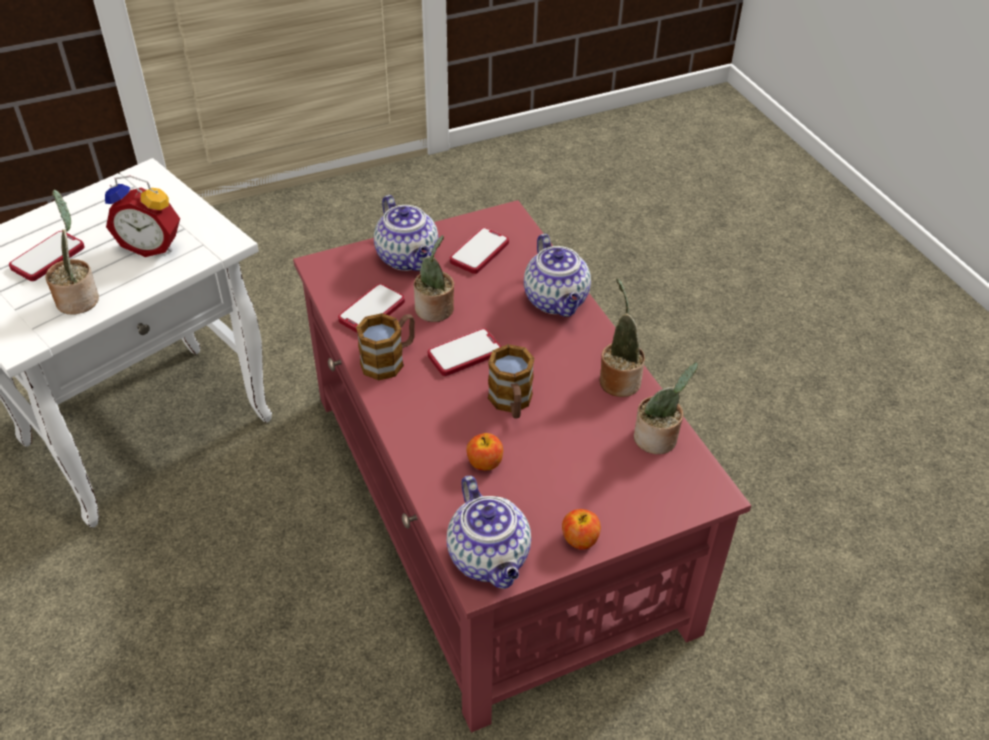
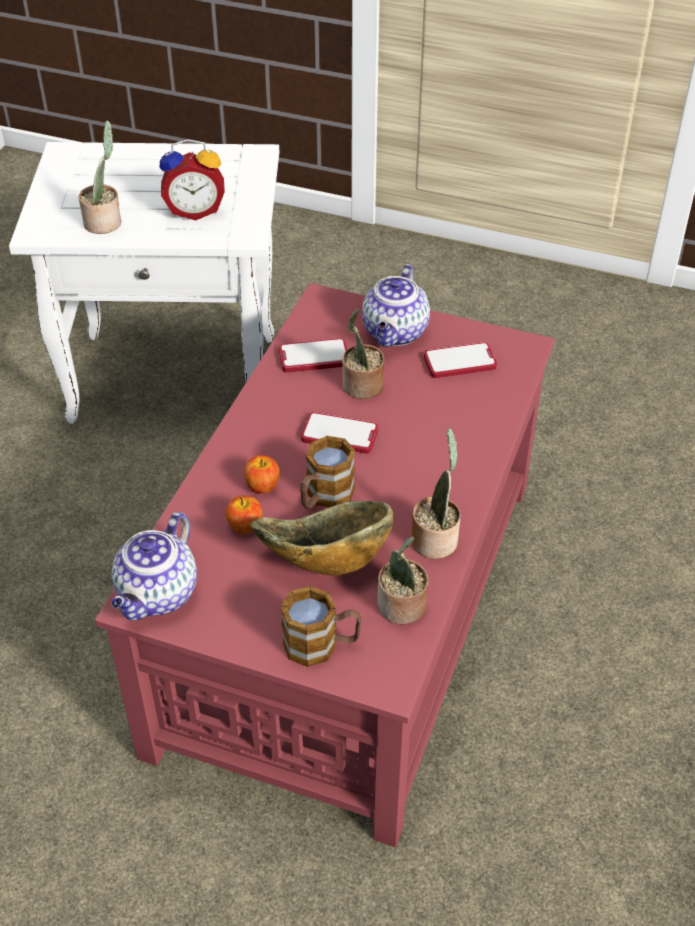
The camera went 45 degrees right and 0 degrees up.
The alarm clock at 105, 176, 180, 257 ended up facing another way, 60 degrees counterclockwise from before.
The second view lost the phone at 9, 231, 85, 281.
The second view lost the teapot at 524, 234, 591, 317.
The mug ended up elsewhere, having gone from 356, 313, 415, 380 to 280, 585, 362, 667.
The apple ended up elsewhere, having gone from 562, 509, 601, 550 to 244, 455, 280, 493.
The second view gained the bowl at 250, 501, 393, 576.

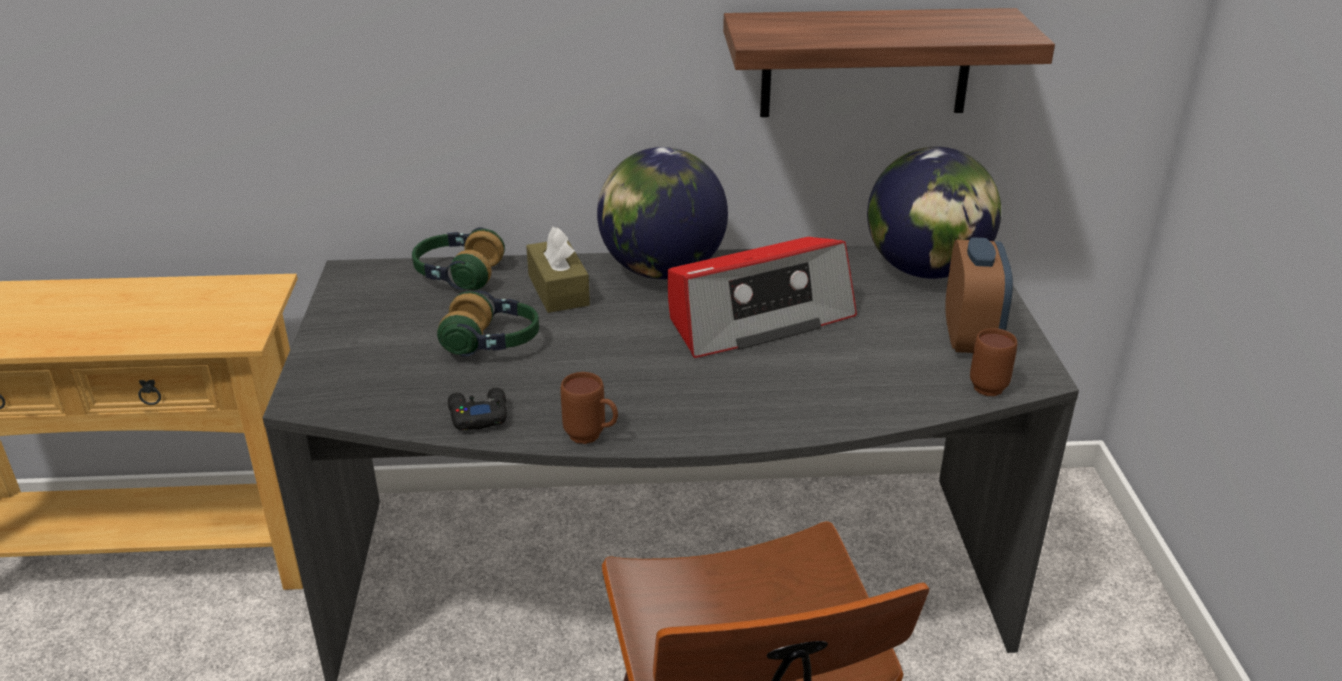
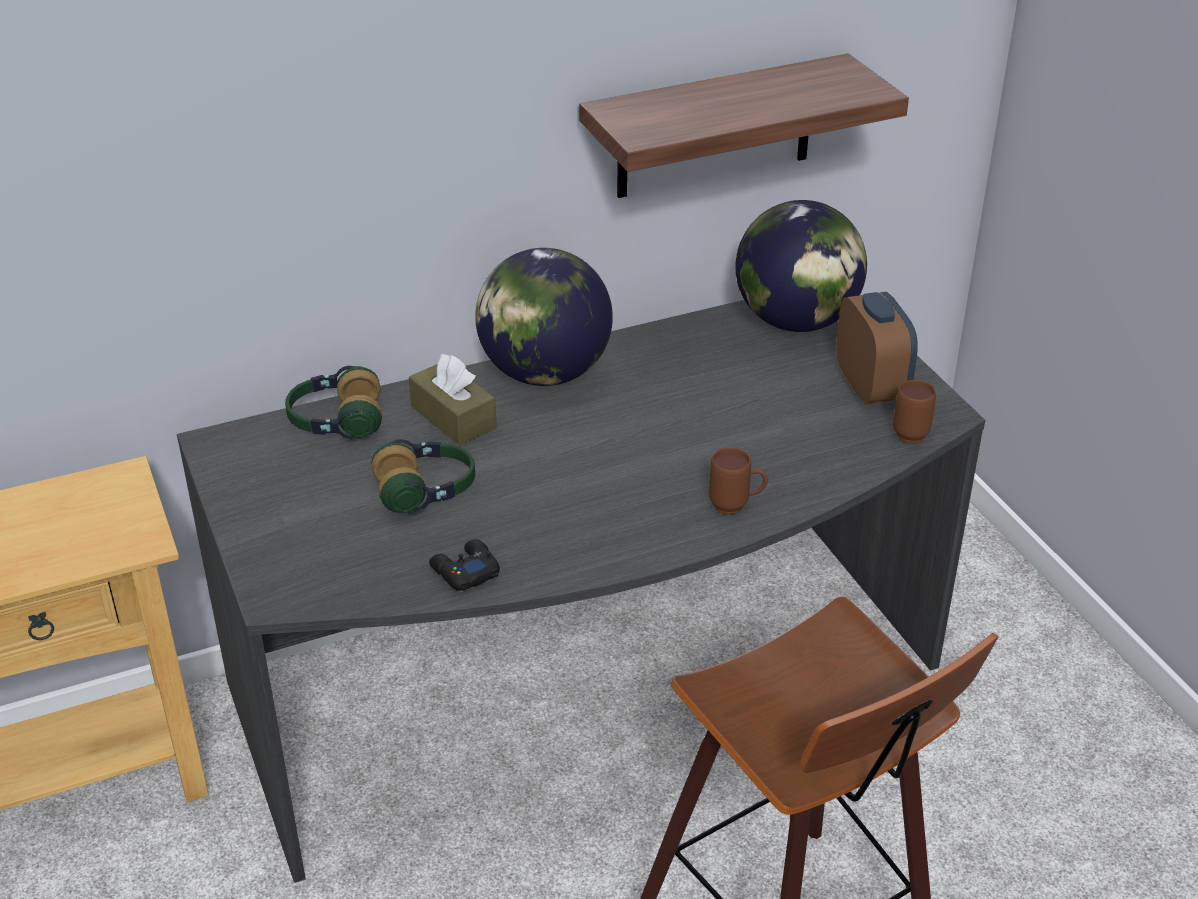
The camera went 20 degrees left and 5 degrees up.
The second view lost the radio at 668, 237, 857, 358.
The brown mug ended up elsewhere, having gone from 560, 372, 618, 444 to 709, 448, 768, 515.

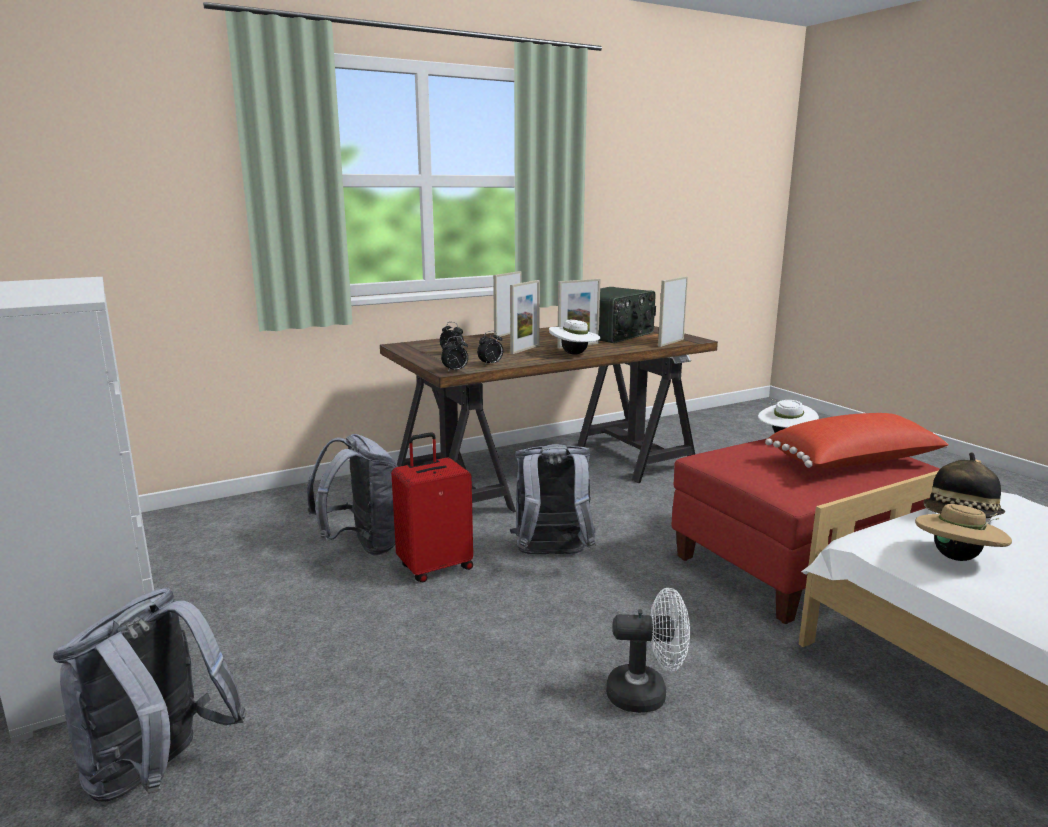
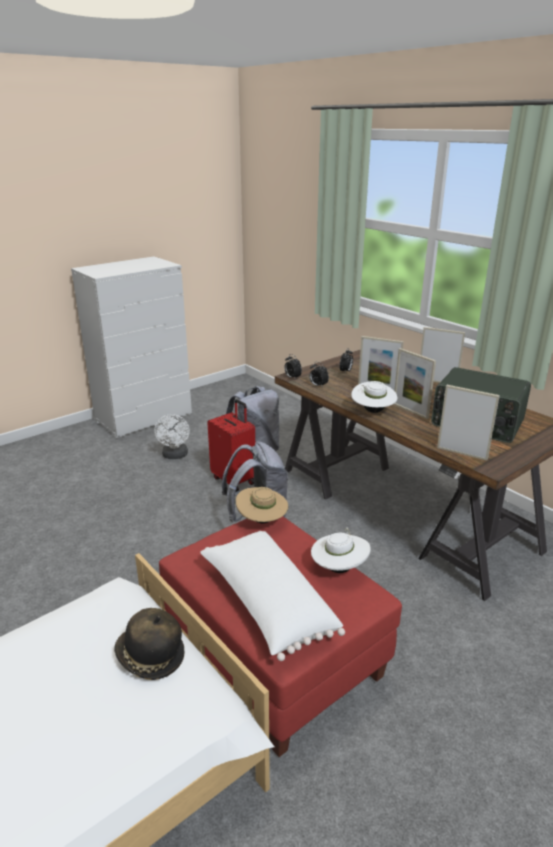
The camera went 80 degrees right and 10 degrees up.
What was the red pillow at 765, 413, 948, 468 turned into the white pillow at 200, 531, 345, 661.
The beige hat ended up elsewhere, having gone from 915, 504, 1012, 561 to 236, 487, 288, 524.
The second view lost the grey backpack at 53, 587, 247, 802.
The white fan ended up elsewhere, having gone from 606, 588, 690, 713 to 154, 414, 190, 459.

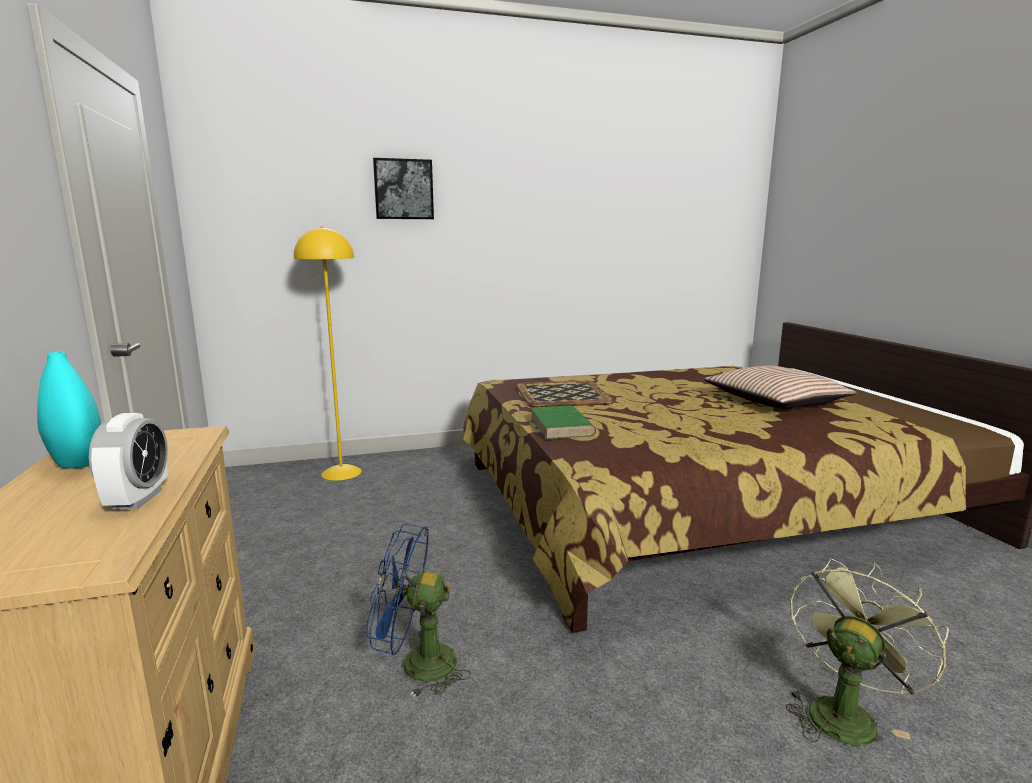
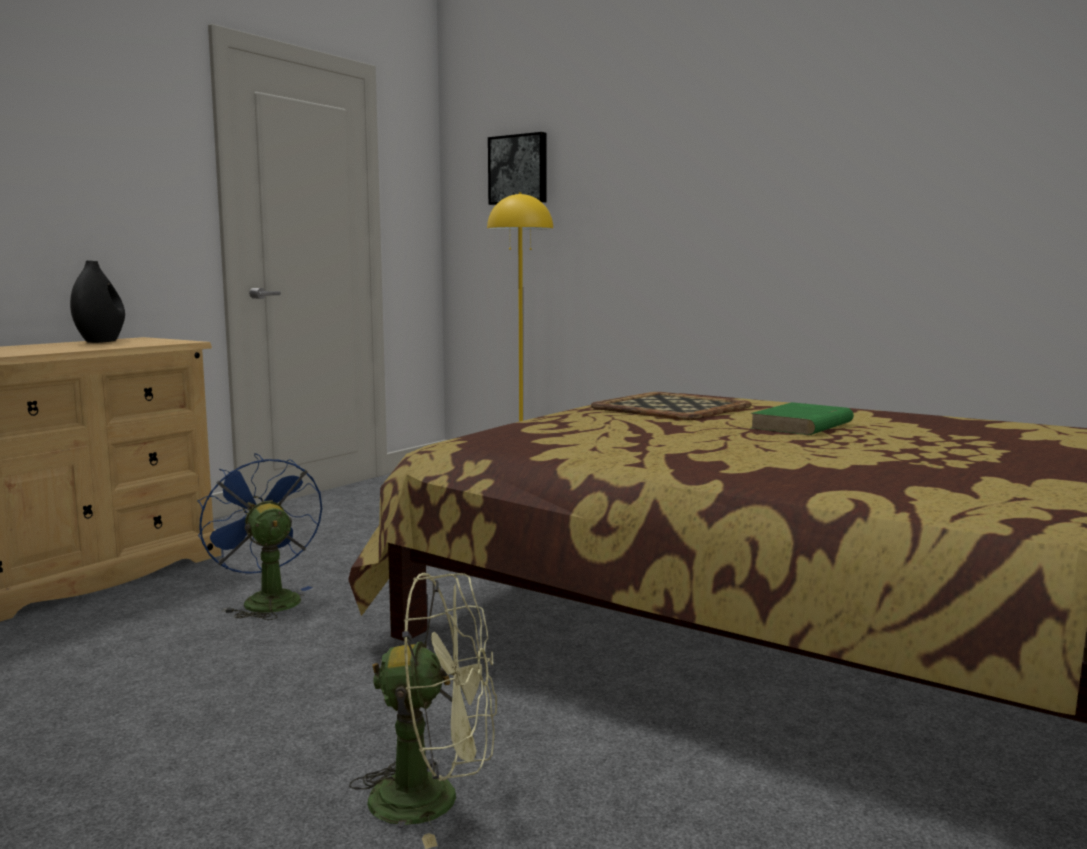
The camera went 50 degrees right and 5 degrees down.
The picture ended up elsewhere, having gone from 373, 158, 434, 219 to 488, 132, 547, 205.
What was the turquoise vase at 37, 352, 101, 469 turned into the black vase at 70, 260, 125, 343.
The second view lost the pillow at 704, 365, 857, 409.
The green book ended up elsewhere, having gone from 530, 405, 596, 439 to 750, 402, 854, 435.
The second view lost the alarm clock at 89, 413, 168, 510.

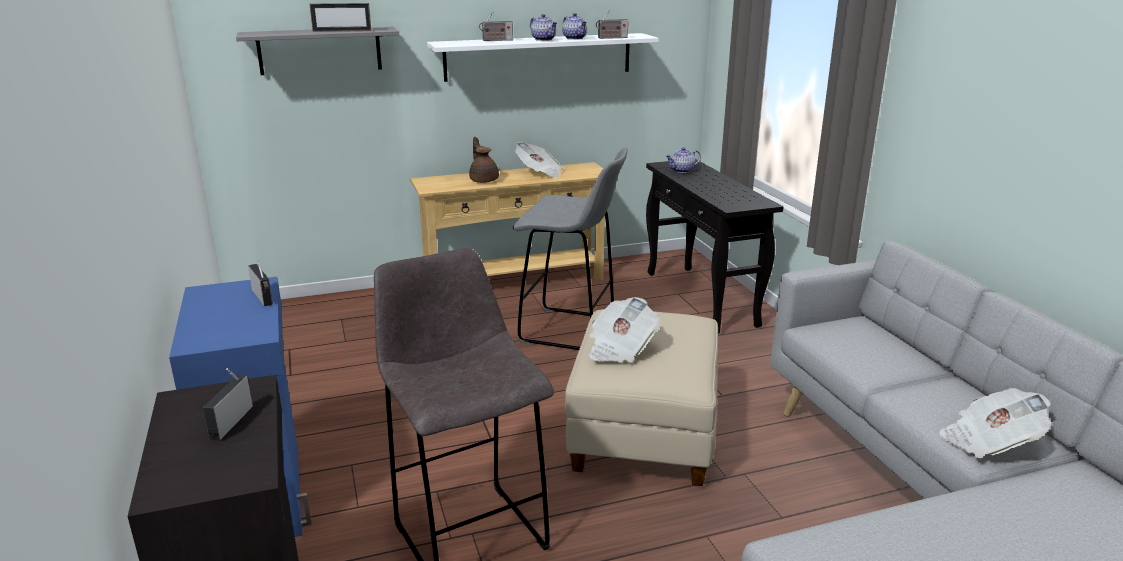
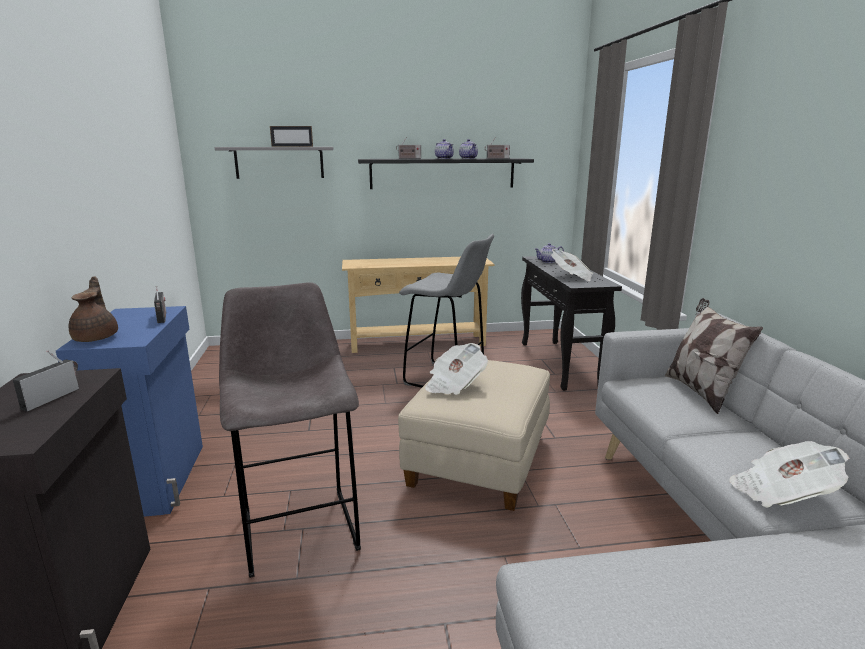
The camera went 10 degrees right and 5 degrees down.
What was the white shelf at 427, 33, 659, 82 turned into the black shelf at 358, 158, 534, 189.
The brown teapot ended up elsewhere, having gone from 469, 137, 499, 183 to 69, 276, 118, 342.
The newspaper ended up elsewhere, having gone from 515, 142, 563, 178 to 551, 249, 593, 281.
The second view gained the pillow at 665, 298, 763, 414.

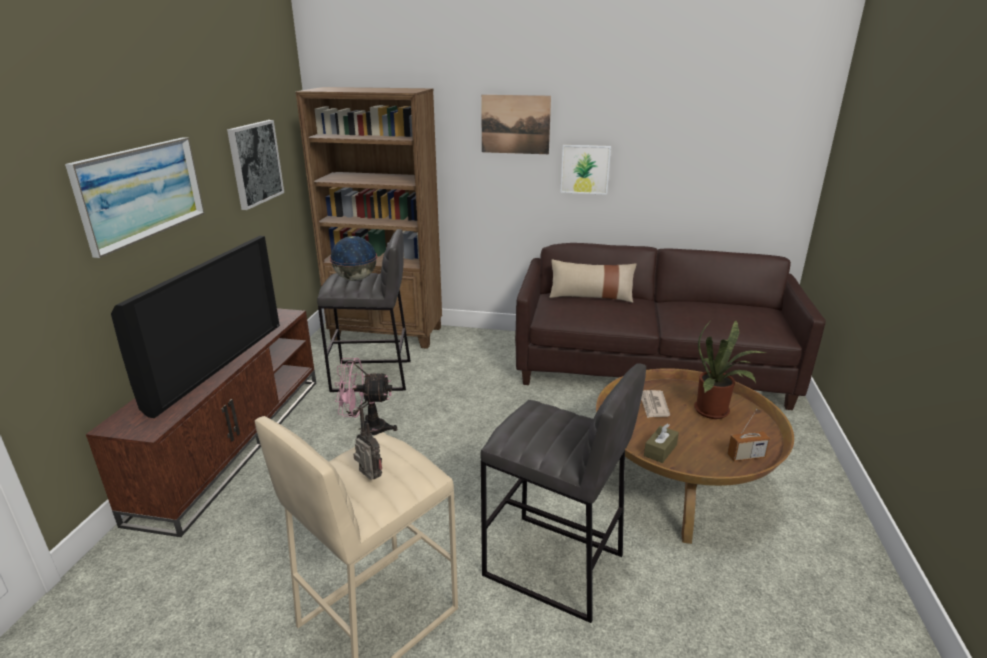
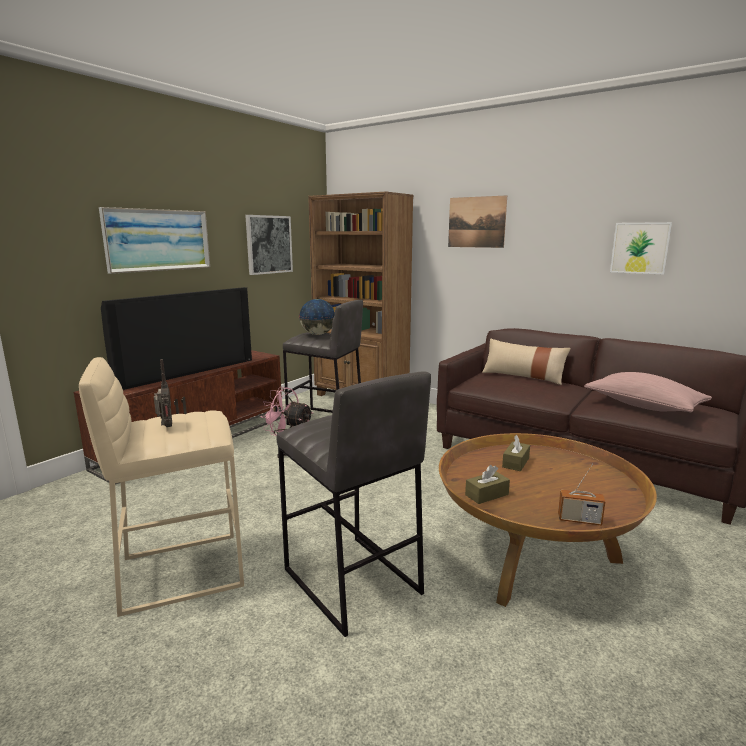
The camera went 25 degrees right and 10 degrees down.
The picture ended up elsewhere, having gone from 560, 145, 611, 195 to 610, 222, 672, 274.
The second view lost the potted plant at 694, 319, 766, 419.
Where the newspaper stood at 641, 390, 670, 418, the brown tissue box came to stand at 502, 435, 530, 471.
The second view gained the pink pillow at 584, 372, 712, 412.

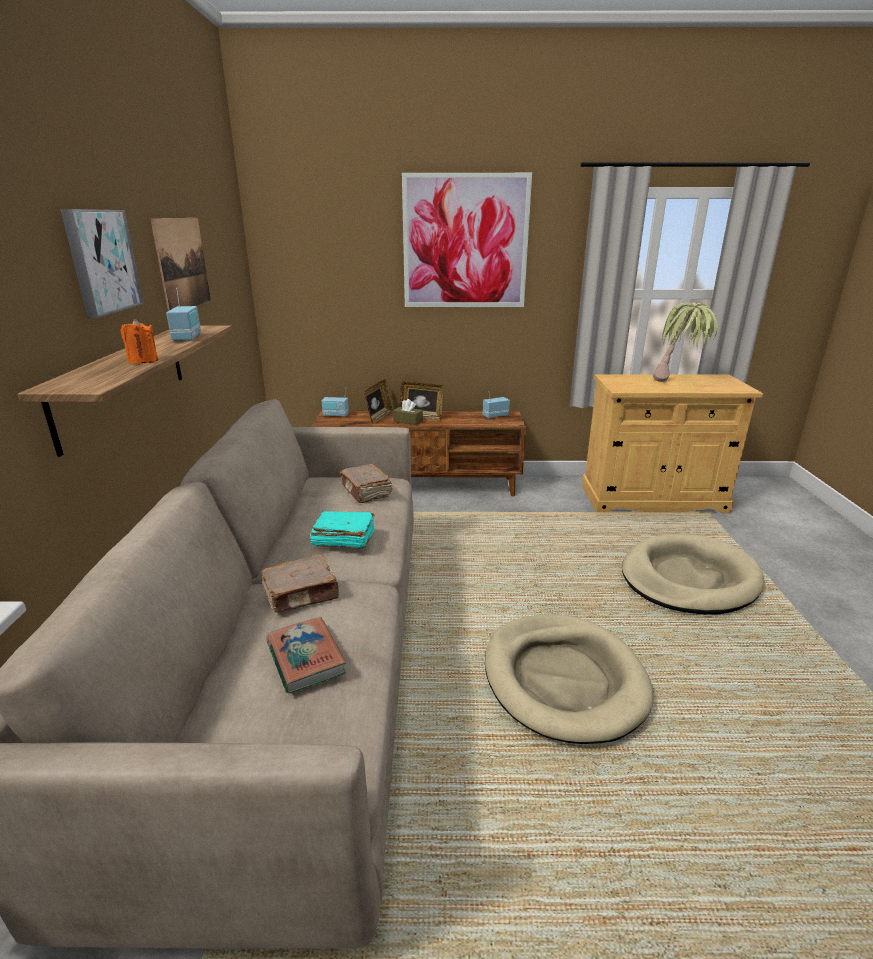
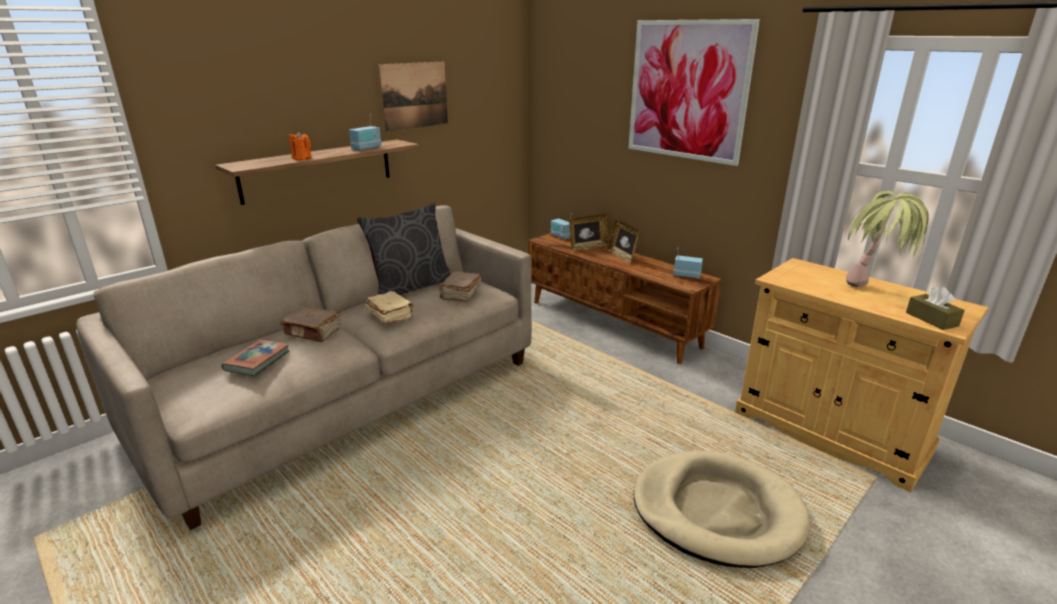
The camera went 45 degrees right and 0 degrees up.
The second view lost the picture at 60, 209, 144, 318.
The brown tissue box ended up elsewhere, having gone from 393, 399, 423, 425 to 906, 287, 965, 330.
What was the turquoise book at 310, 511, 374, 548 turned into the beige book at 365, 291, 414, 324.
The second view lost the beige dog bed at 485, 614, 654, 744.
The second view gained the grey pillow at 357, 203, 451, 295.

